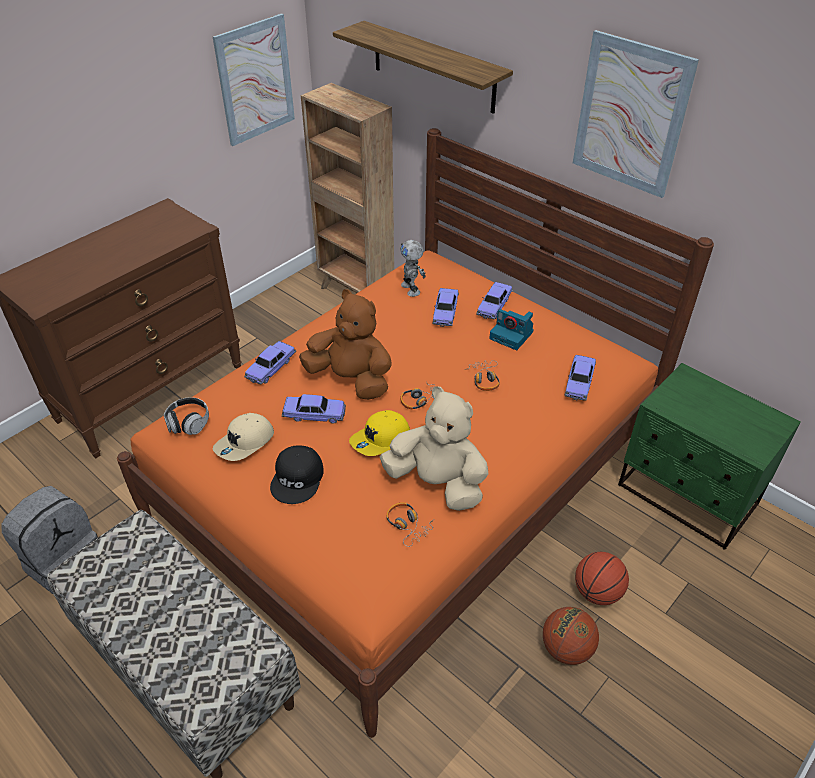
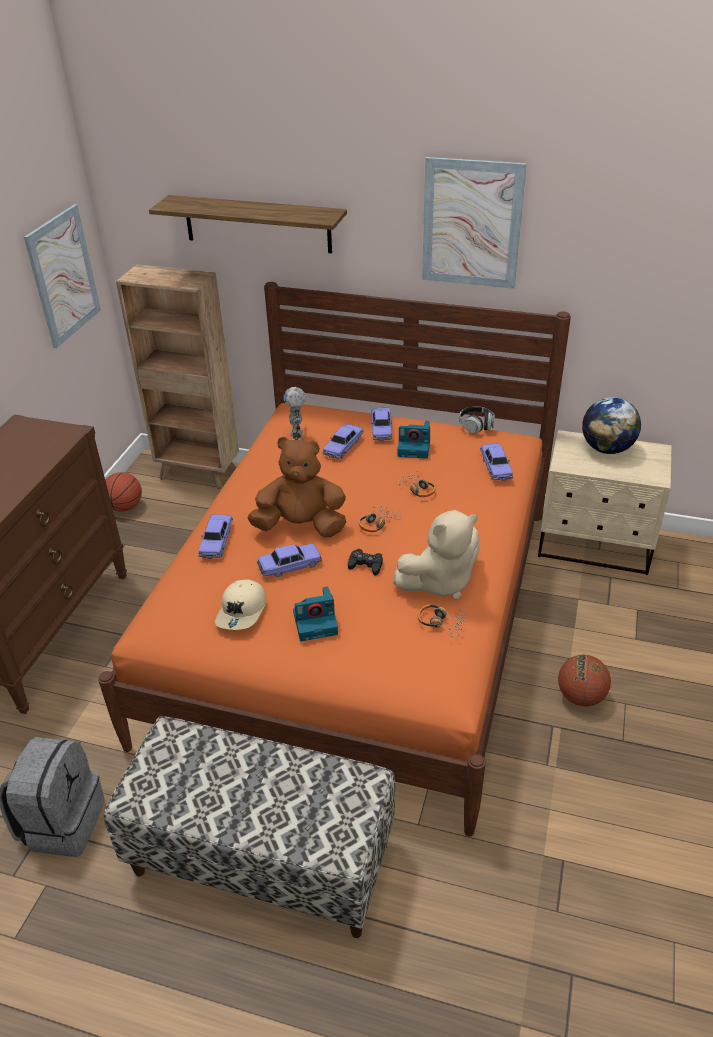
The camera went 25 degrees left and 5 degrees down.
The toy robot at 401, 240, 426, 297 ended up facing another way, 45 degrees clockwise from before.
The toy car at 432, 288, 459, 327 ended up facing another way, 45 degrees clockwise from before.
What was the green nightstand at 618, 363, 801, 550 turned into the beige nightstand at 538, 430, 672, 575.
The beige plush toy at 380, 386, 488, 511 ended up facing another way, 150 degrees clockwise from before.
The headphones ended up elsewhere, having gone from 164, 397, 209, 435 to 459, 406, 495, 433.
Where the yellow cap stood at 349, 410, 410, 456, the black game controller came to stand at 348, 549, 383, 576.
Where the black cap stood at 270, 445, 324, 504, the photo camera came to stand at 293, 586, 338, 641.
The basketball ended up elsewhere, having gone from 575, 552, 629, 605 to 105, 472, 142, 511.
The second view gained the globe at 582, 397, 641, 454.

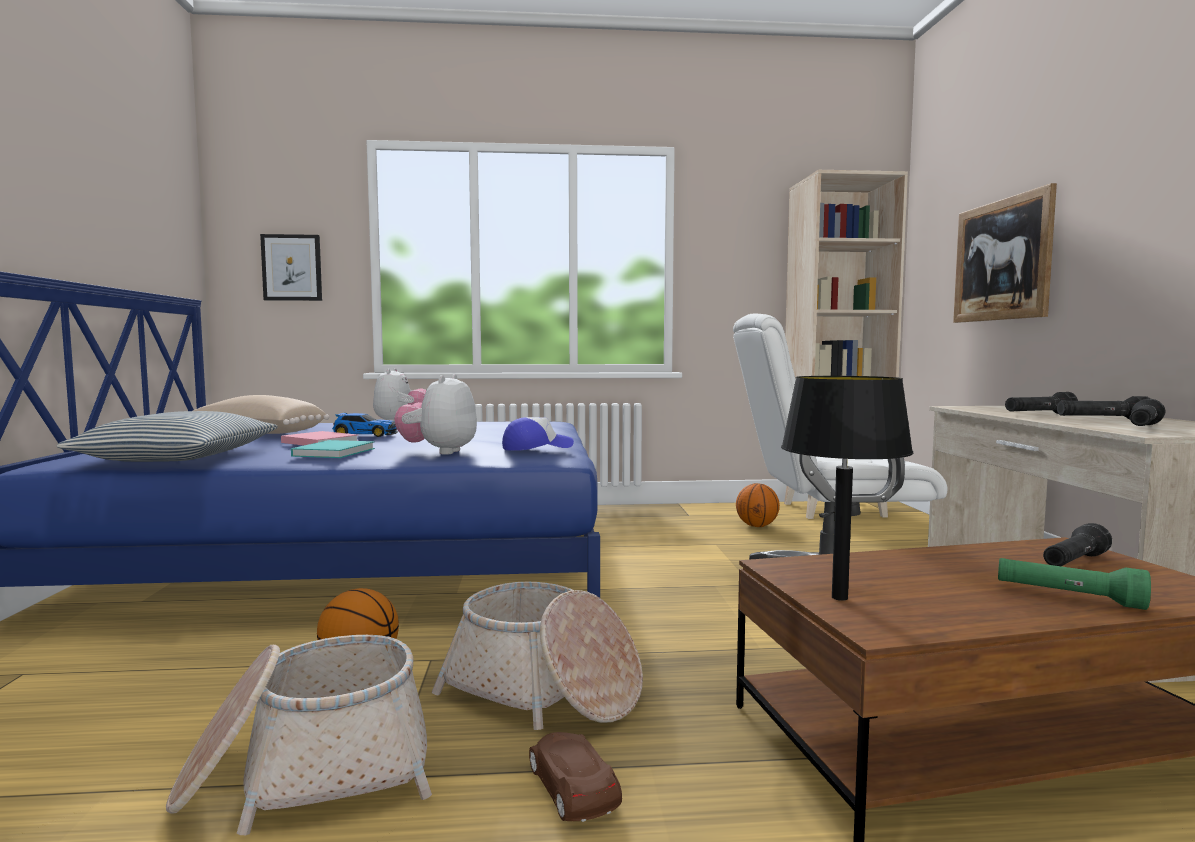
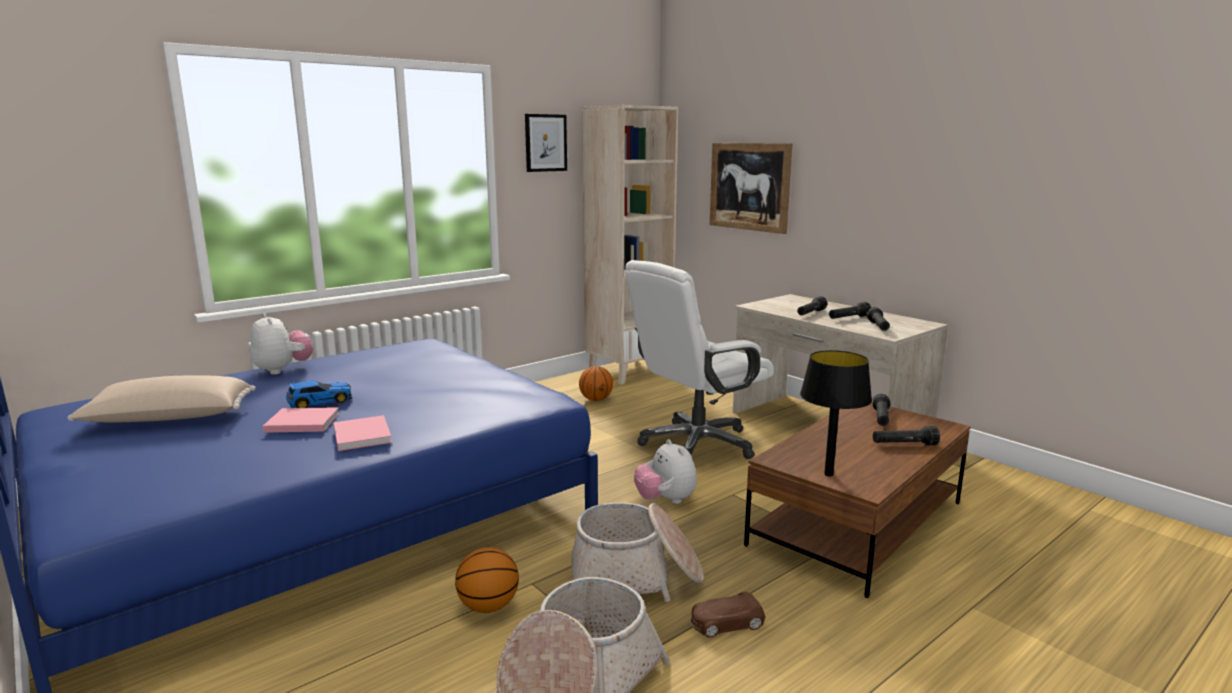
The camera went 35 degrees left and 10 degrees up.
The picture ended up elsewhere, having gone from 260, 234, 322, 301 to 525, 114, 567, 172.
The plush toy ended up elsewhere, having gone from 394, 374, 477, 455 to 634, 439, 697, 504.
The second view lost the pillow at 56, 411, 277, 462.
The second view lost the cap at 502, 417, 574, 451.
What was the turquoise book at 291, 440, 375, 458 turned into the pink book at 334, 415, 392, 451.
What was the green flashlight at 998, 558, 1151, 610 turned into the black flashlight at 873, 426, 940, 445.
The brown toy car at 529, 732, 622, 822 ended up facing another way, 45 degrees counterclockwise from before.

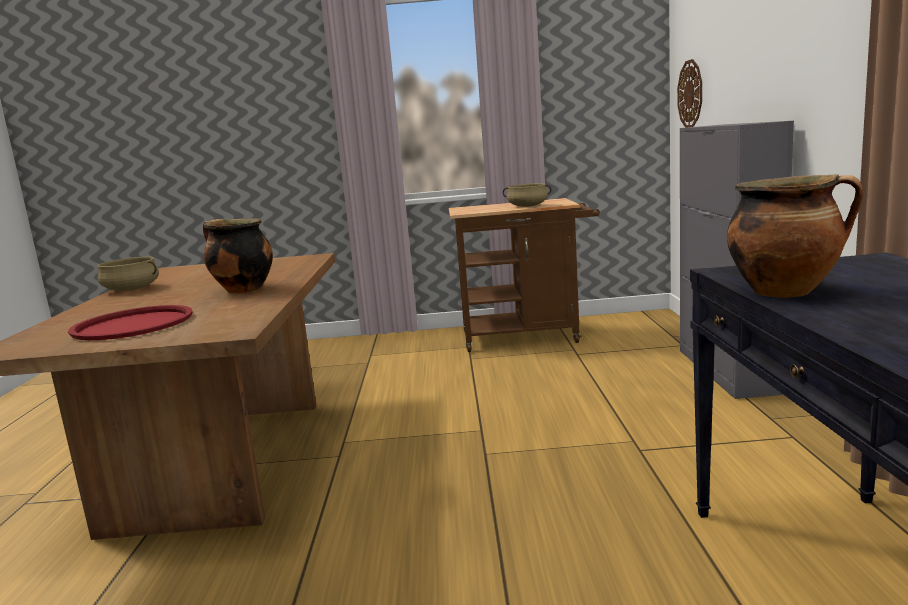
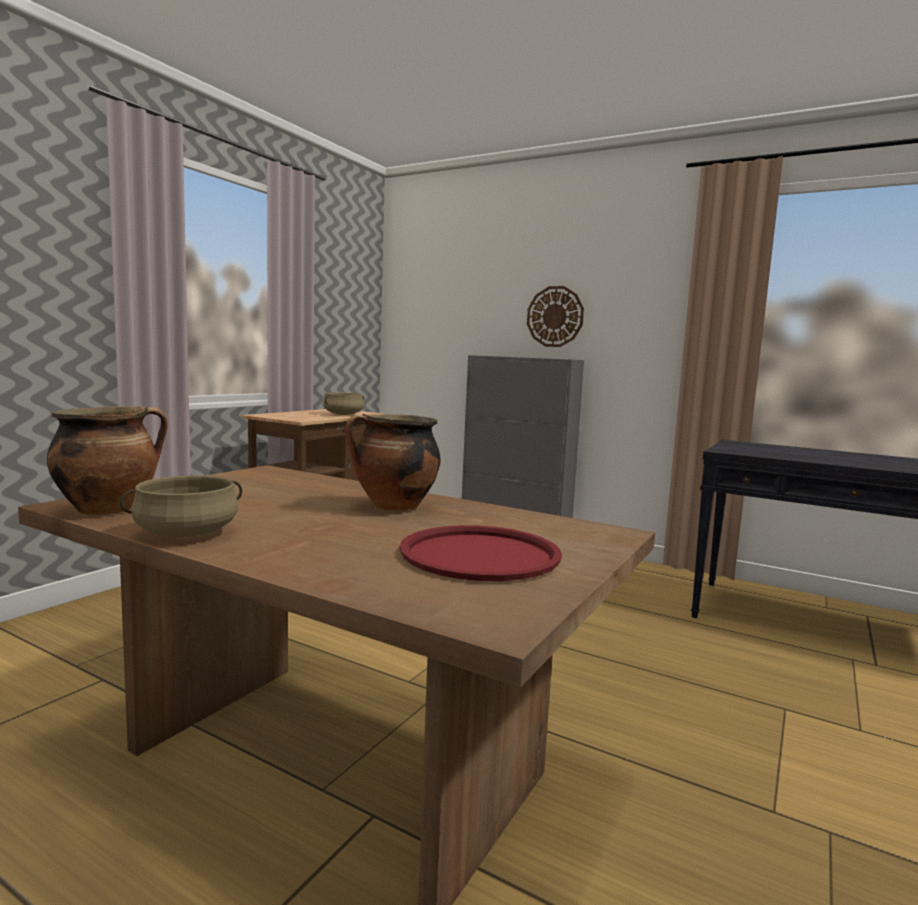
The camera went 60 degrees left and 5 degrees down.
The wall clock ended up elsewhere, having gone from 677, 59, 702, 128 to 527, 286, 584, 347.
The cooking pot ended up elsewhere, having gone from 727, 174, 863, 297 to 47, 406, 168, 515.

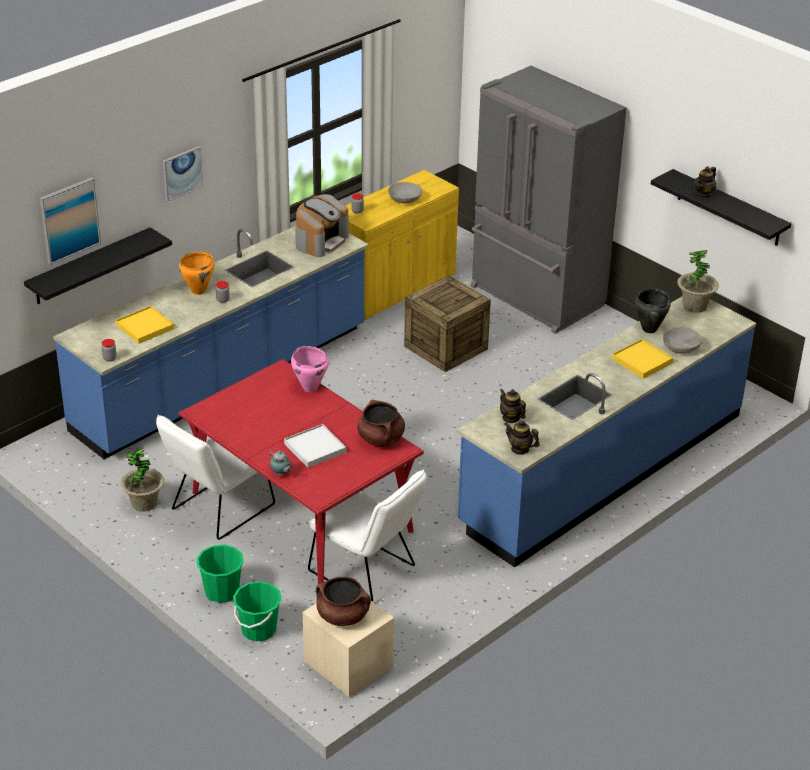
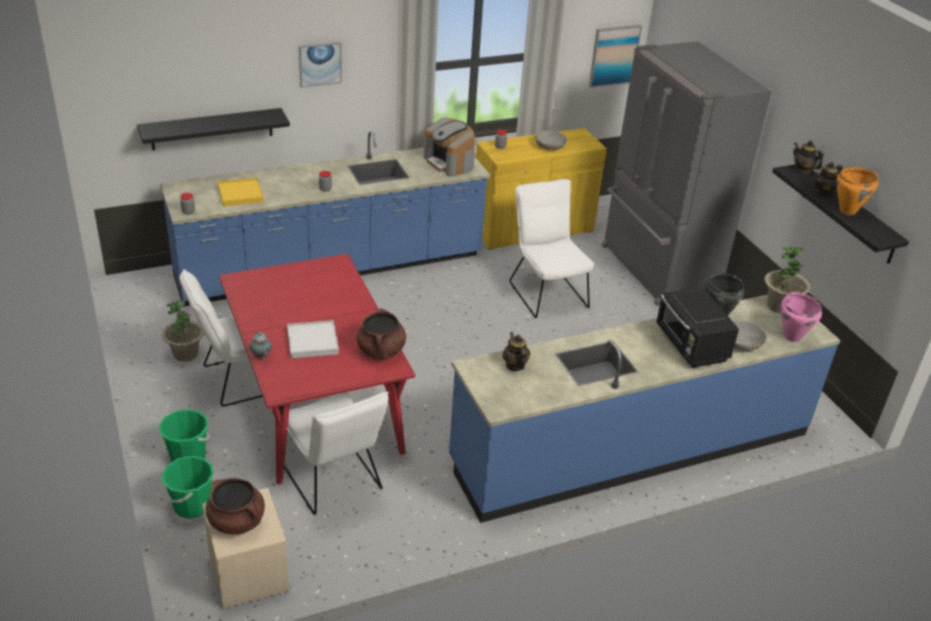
The camera went 20 degrees right and 0 degrees up.
The picture ended up elsewhere, having gone from 40, 177, 101, 265 to 589, 25, 642, 88.
The coffee machine at 295, 194, 349, 257 ended up facing another way, 90 degrees clockwise from before.
The orange cooking pot ended up elsewhere, having gone from 179, 251, 215, 295 to 836, 167, 878, 215.
Where the crate stood at 404, 275, 491, 372, the white chair came to stand at 510, 179, 594, 318.
Where the yellow tray stood at 612, 339, 673, 379, the black microwave came to stand at 656, 287, 739, 368.
The pink cooking pot ended up elsewhere, having gone from 291, 346, 329, 392 to 780, 292, 822, 342.
The teapot ended up elsewhere, having gone from 504, 420, 540, 455 to 793, 140, 824, 174.

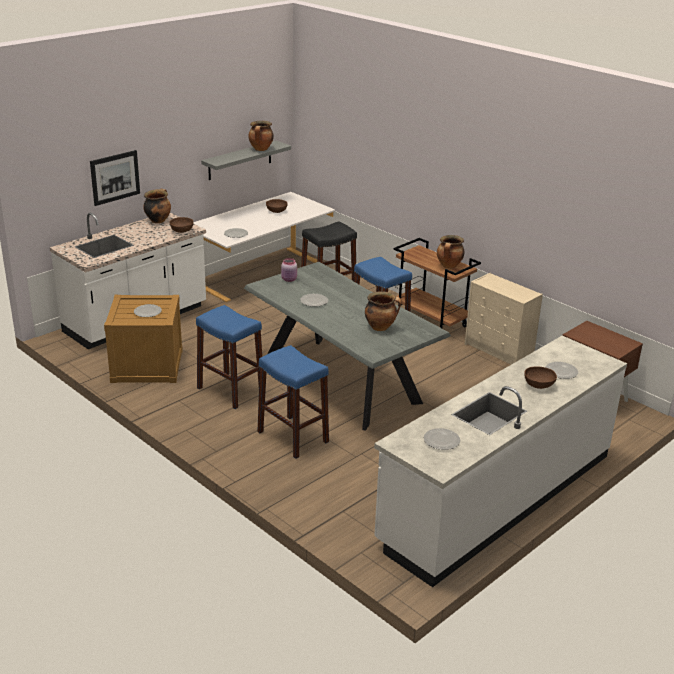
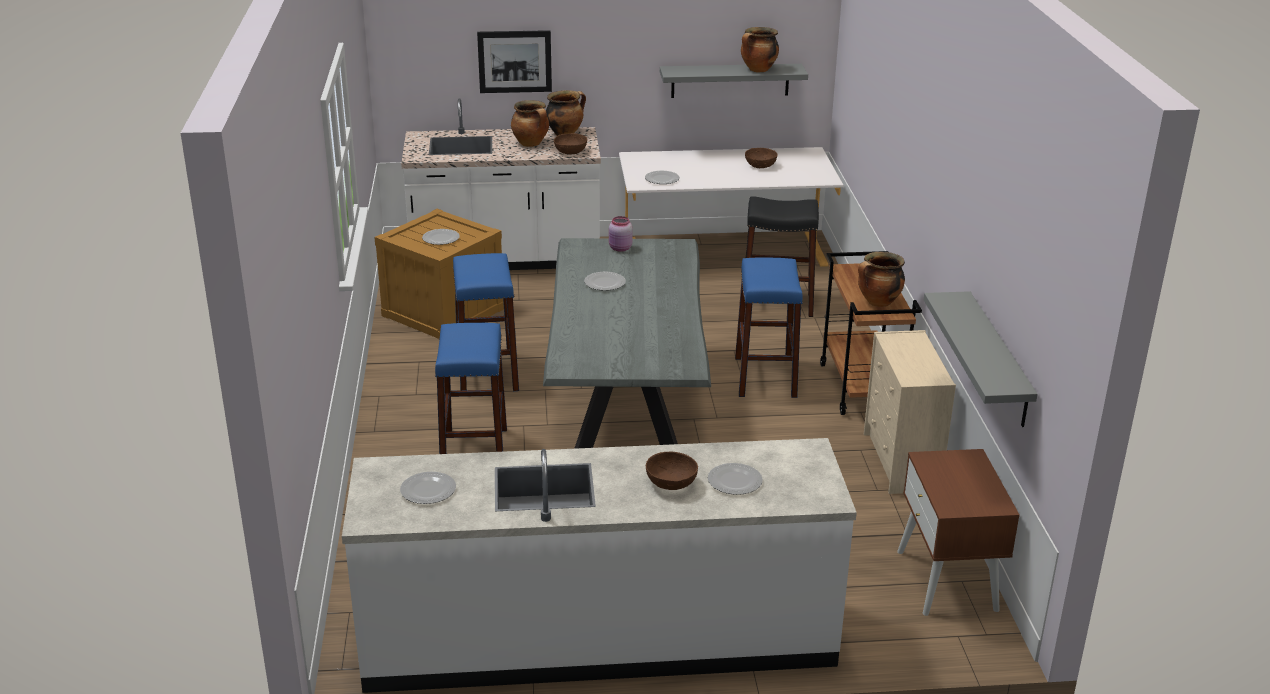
The camera went 40 degrees right and 0 degrees up.
The cooking pot ended up elsewhere, having gone from 365, 291, 402, 331 to 511, 100, 549, 147.
The second view gained the grey shelf at 924, 291, 1038, 427.

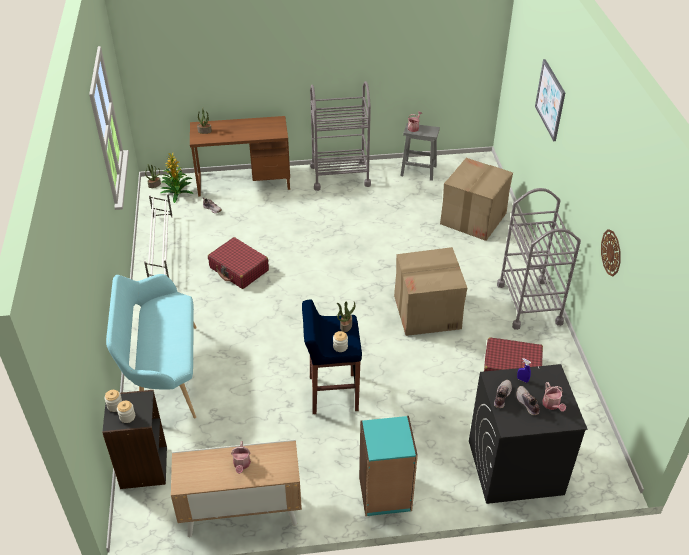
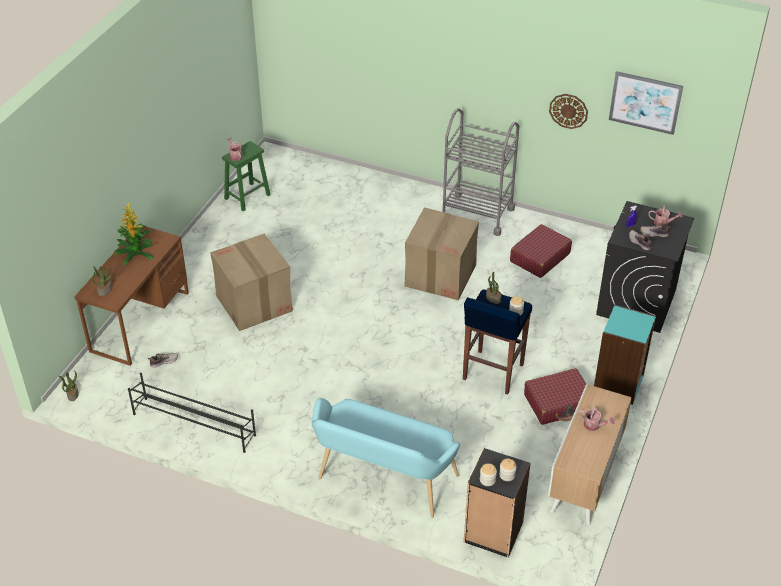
The camera went 60 degrees left and 0 degrees up.
The picture ended up elsewhere, having gone from 535, 59, 565, 141 to 609, 71, 683, 135.
The second view lost the grey cart at 310, 81, 371, 191.
What was the grey stool at 400, 123, 440, 181 turned into the green stool at 222, 141, 271, 211.
The potted plant ended up elsewhere, having gone from 161, 152, 193, 203 to 114, 203, 154, 265.
The cardboard box ended up elsewhere, having gone from 440, 158, 513, 241 to 210, 234, 293, 331.
What was the white shoe rack at 144, 193, 173, 278 turned into the black shoe rack at 128, 373, 256, 453.
The red suitcase ended up elsewhere, having gone from 208, 237, 269, 289 to 524, 368, 586, 425.

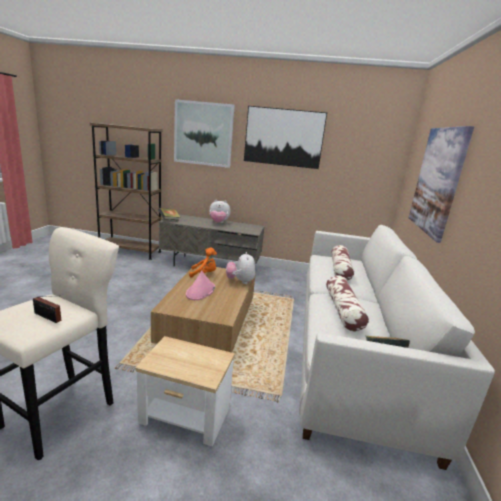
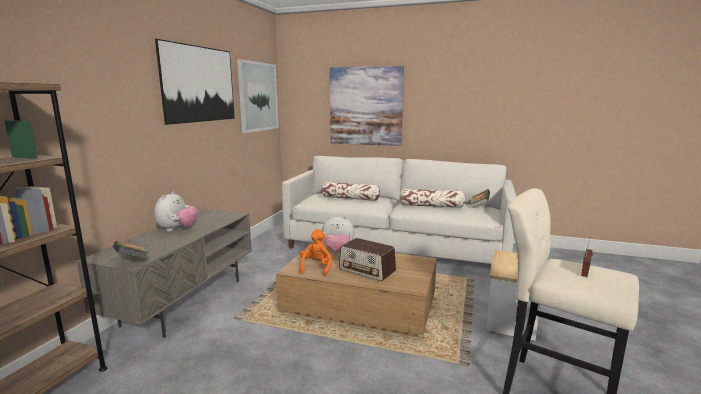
The camera went 80 degrees left and 5 degrees down.
The picture ended up elsewhere, having gone from 174, 99, 235, 168 to 237, 59, 279, 133.
Where the pink hat stood at 186, 271, 215, 300, the radio came to stand at 339, 238, 396, 281.

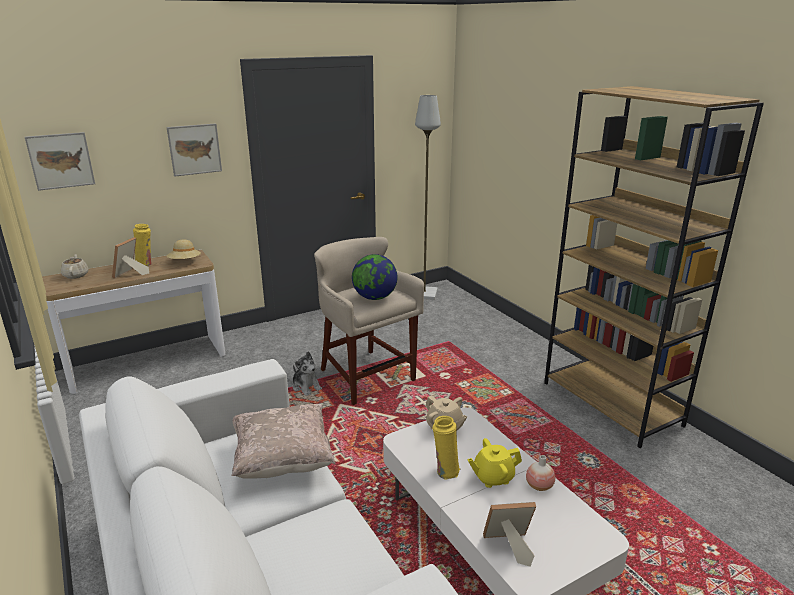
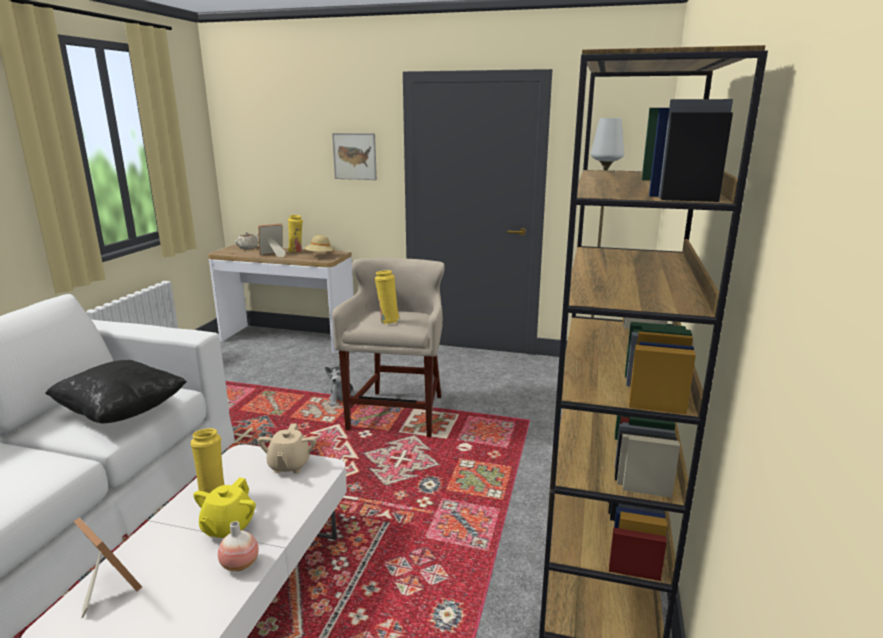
The camera went 45 degrees right and 5 degrees down.
The second view lost the picture at 25, 132, 95, 191.
Where the globe stood at 352, 254, 397, 300, the yellow vase came to stand at 374, 270, 400, 324.
What was the beige pillow at 231, 404, 335, 479 turned into the black pillow at 45, 360, 187, 423.
The yellow teapot at 467, 438, 522, 488 ended up facing another way, 105 degrees counterclockwise from before.

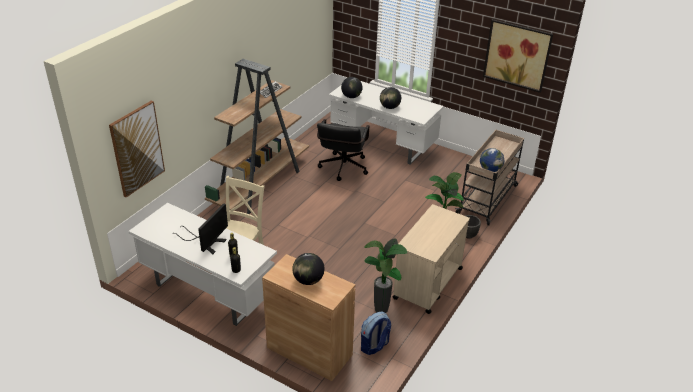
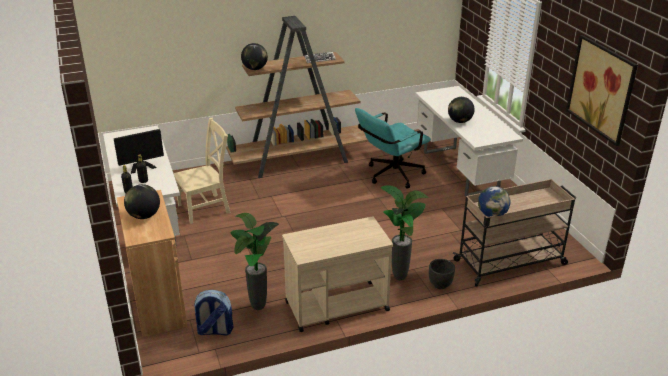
The camera went 40 degrees right and 5 degrees down.
The globe ended up elsewhere, having gone from 341, 77, 363, 98 to 241, 43, 268, 70.
The second view lost the picture at 109, 100, 165, 197.
What was the black office chair at 317, 119, 369, 181 turned into the turquoise office chair at 355, 108, 431, 189.

